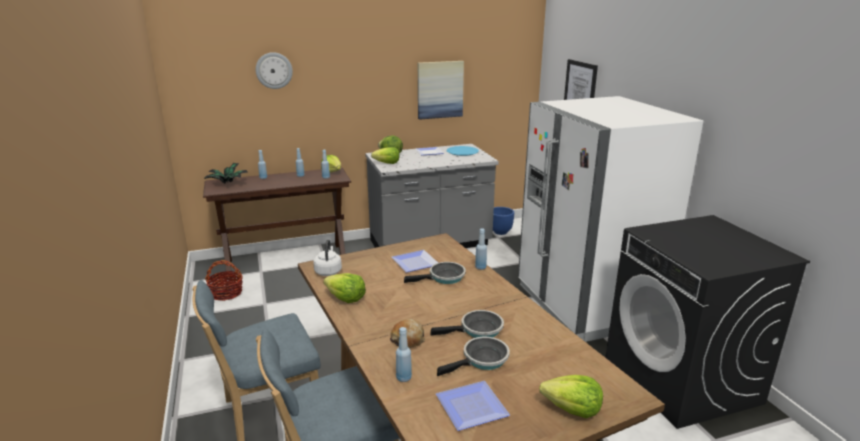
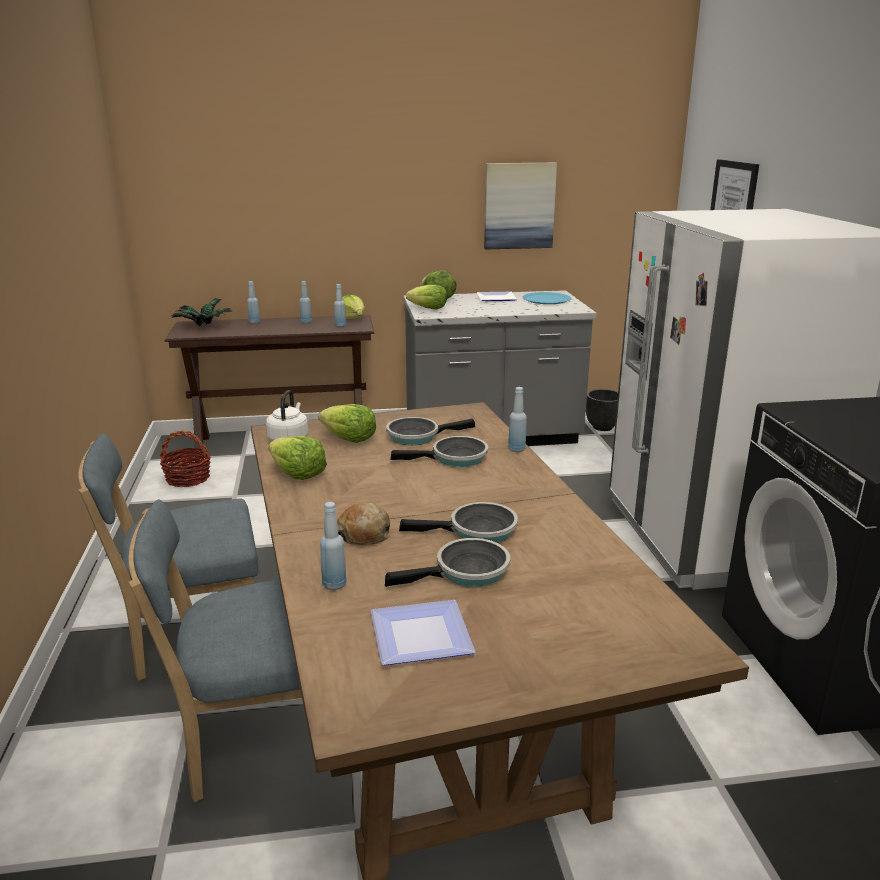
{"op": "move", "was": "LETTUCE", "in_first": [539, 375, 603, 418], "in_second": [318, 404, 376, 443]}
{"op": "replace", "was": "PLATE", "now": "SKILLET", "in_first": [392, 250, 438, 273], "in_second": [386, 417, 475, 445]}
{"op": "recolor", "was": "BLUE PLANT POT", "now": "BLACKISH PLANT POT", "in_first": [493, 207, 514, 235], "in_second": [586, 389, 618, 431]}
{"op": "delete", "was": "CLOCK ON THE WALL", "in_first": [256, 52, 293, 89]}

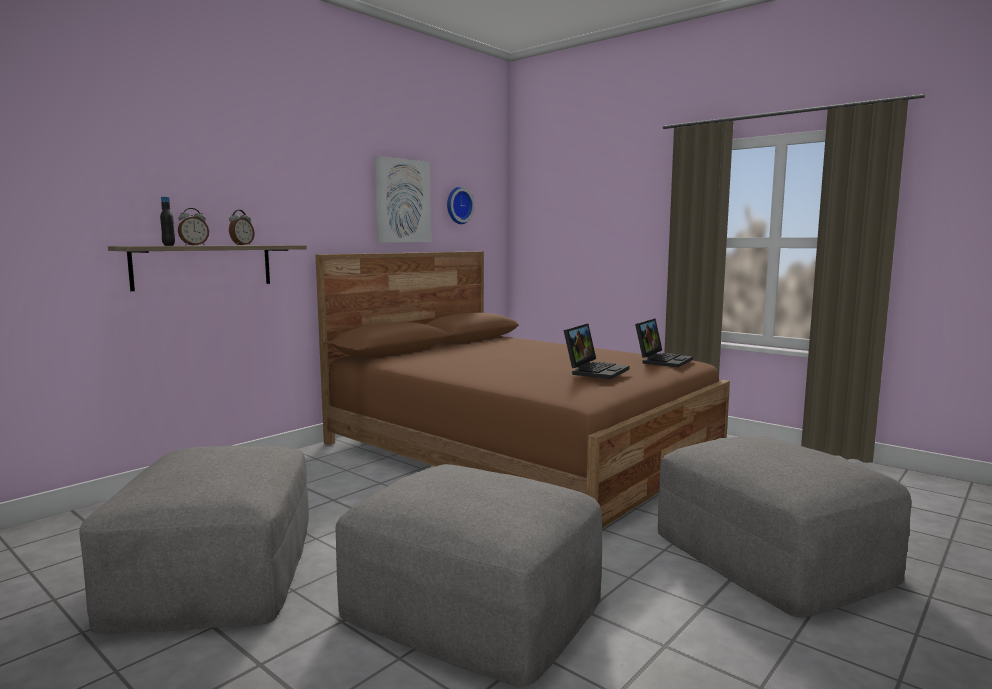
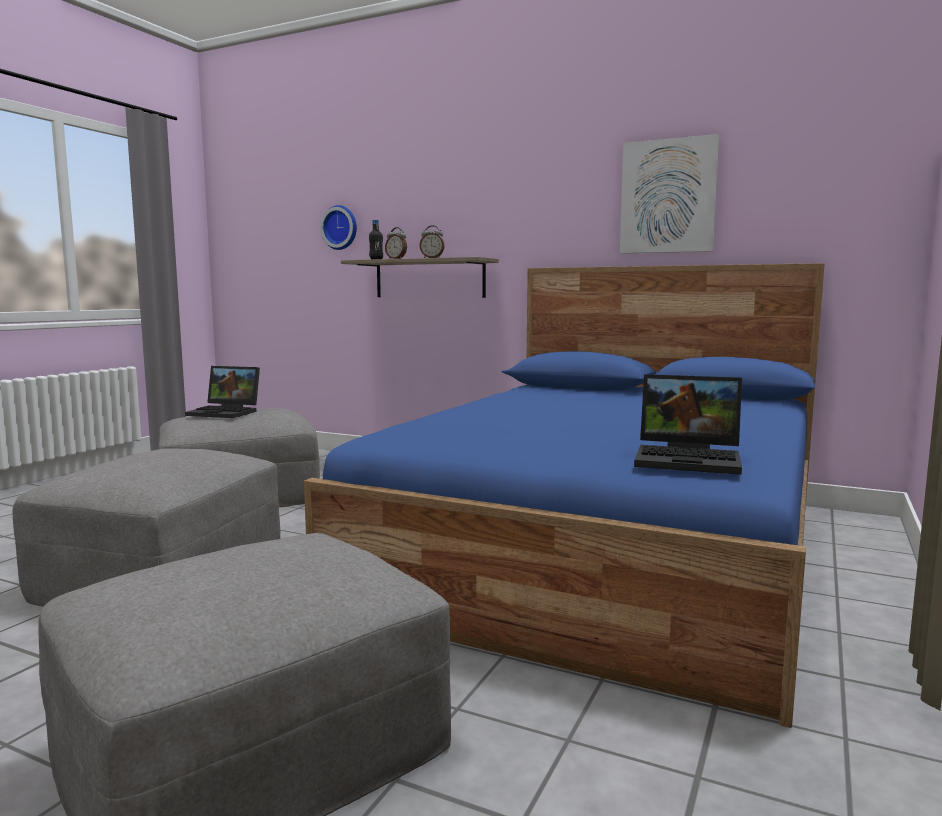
{"op": "move", "was": "LAPTOP", "in_first": [563, 323, 630, 379], "in_second": [185, 366, 260, 418]}
{"op": "recolor", "was": "BROWN-COLOURED SLEEPING BED", "now": "BLUE SLEEPING BED", "in_first": [316, 251, 730, 528], "in_second": [304, 263, 825, 728]}
{"op": "move", "was": "CLOCK ON THE WALL", "in_first": [447, 187, 475, 224], "in_second": [320, 205, 357, 250]}

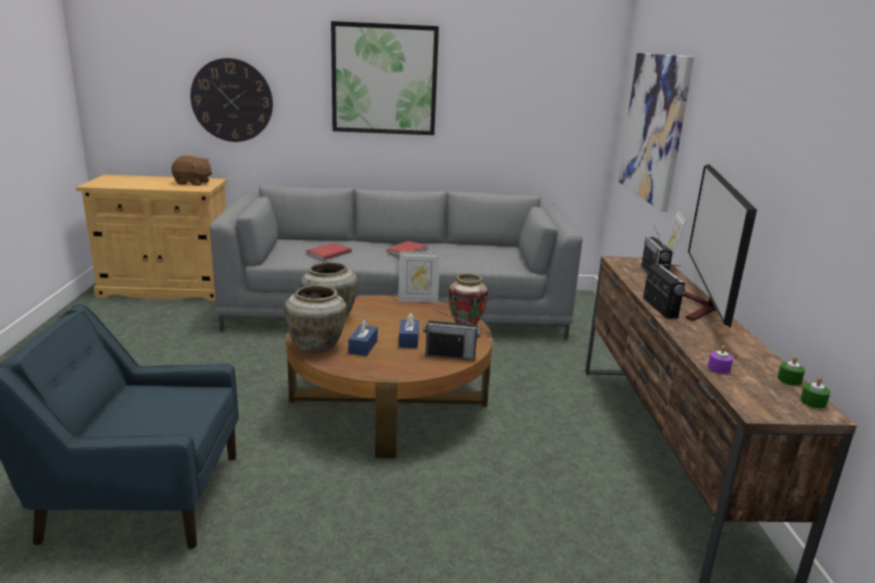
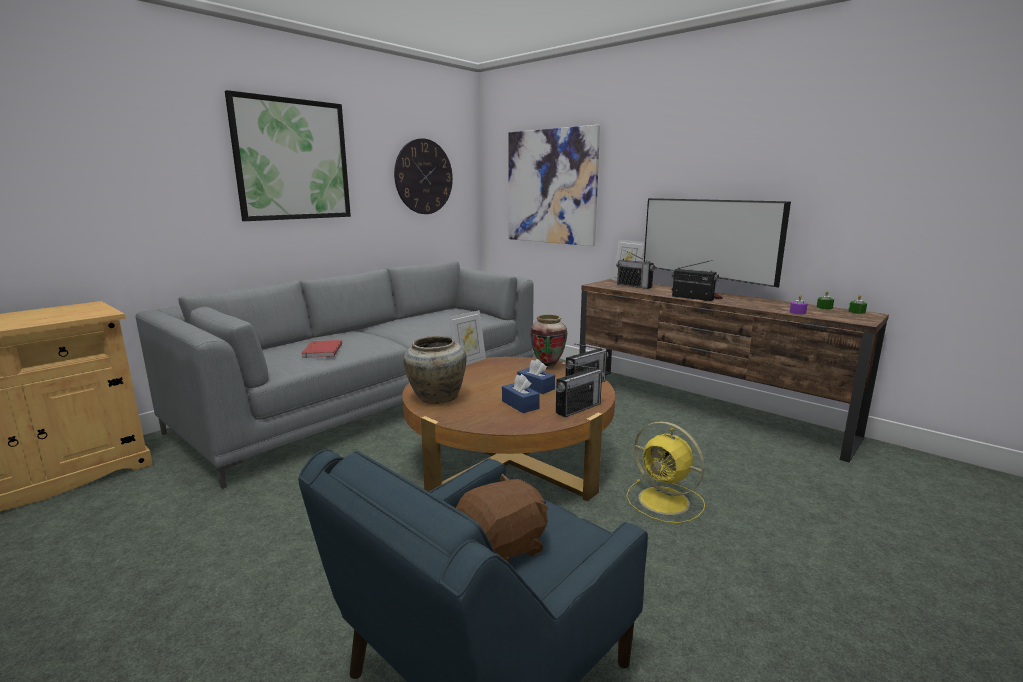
{"op": "move", "was": "CLOCK ON THE WALL", "in_first": [190, 58, 273, 142], "in_second": [394, 138, 453, 214]}
{"op": "move", "was": "BROWN-COLOURED PLUSH TOY", "in_first": [171, 156, 212, 186], "in_second": [456, 474, 548, 563]}
{"op": "insert", "now": "RADIO SET", "in_second": [556, 364, 604, 417]}
{"op": "insert", "now": "YELLOW-COLOURED COOLING FAN", "in_second": [626, 421, 705, 523]}
{"op": "delete", "was": "SAND-COLOURED VASE", "in_first": [284, 285, 347, 353]}
{"op": "delete", "was": "RED-COLOURED BOUND BOOK", "in_first": [387, 241, 428, 256]}

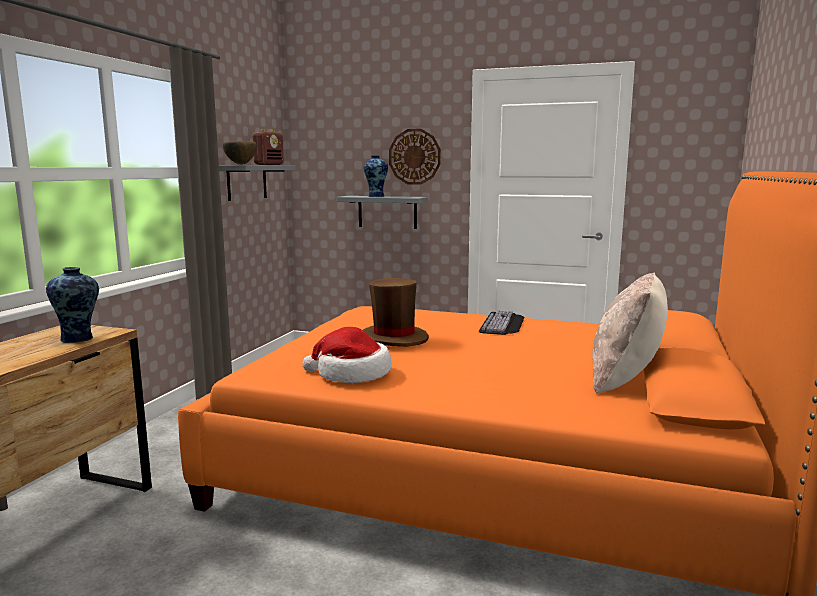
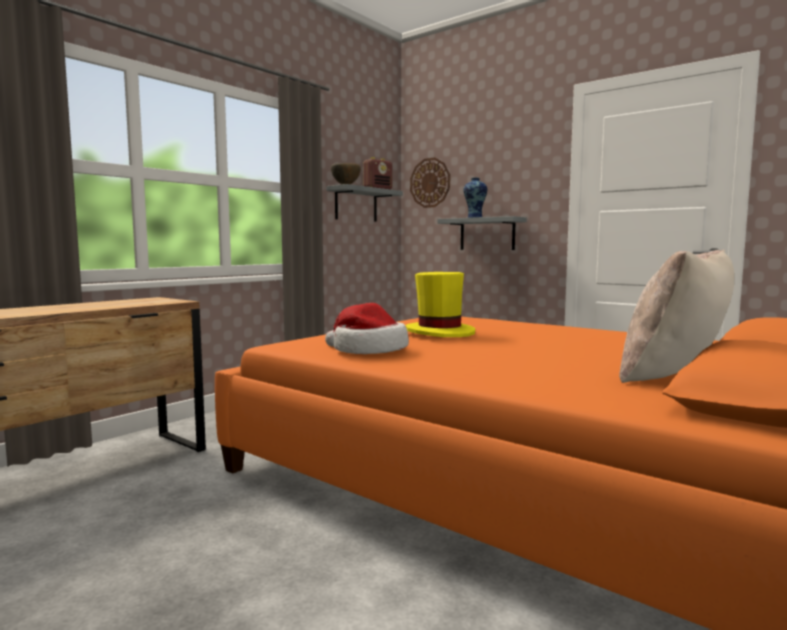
{"op": "recolor", "was": "BROWN-COLOURED WEARABLE HAT", "now": "YELLOW-COLOURED WEARABLE HAT", "in_first": [363, 278, 429, 347], "in_second": [405, 272, 475, 337]}
{"op": "move", "was": "CLOCK ON THE WALL", "in_first": [389, 129, 441, 185], "in_second": [410, 158, 450, 208]}
{"op": "delete", "was": "VASE", "in_first": [46, 267, 99, 343]}
{"op": "delete", "was": "COMPUTER KEYBOARD", "in_first": [479, 310, 524, 335]}

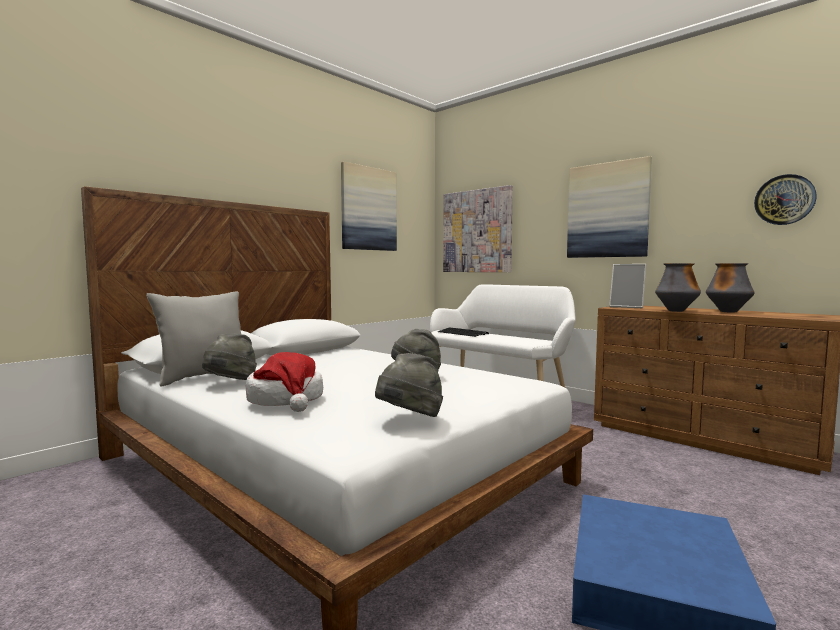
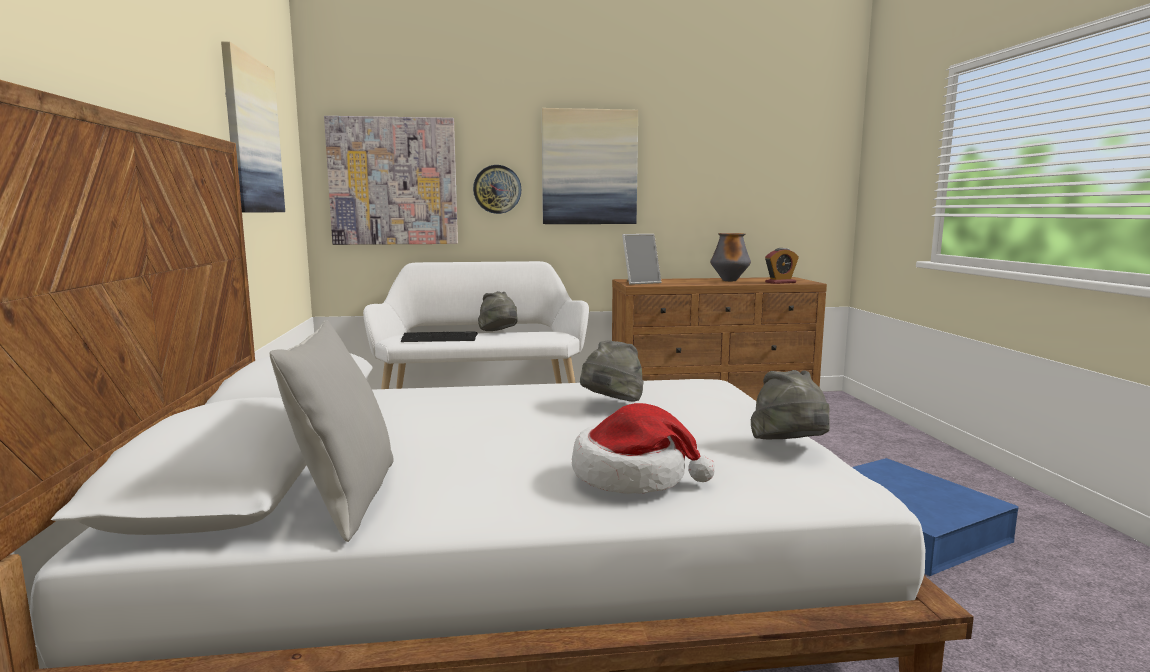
{"op": "move", "was": "CLOCK ON THE WALL", "in_first": [754, 174, 817, 225], "in_second": [473, 165, 521, 214]}
{"op": "move", "was": "GREY WEARABLE HAT", "in_first": [202, 333, 257, 380], "in_second": [478, 291, 518, 331]}
{"op": "insert", "now": "TABLE CLOCK", "in_second": [765, 248, 799, 284]}
{"op": "delete", "was": "VASE", "in_first": [655, 263, 701, 312]}

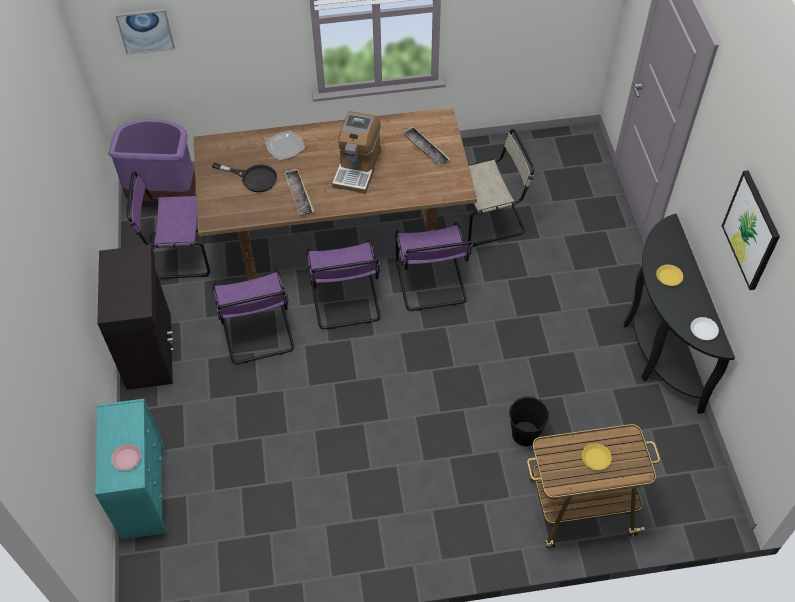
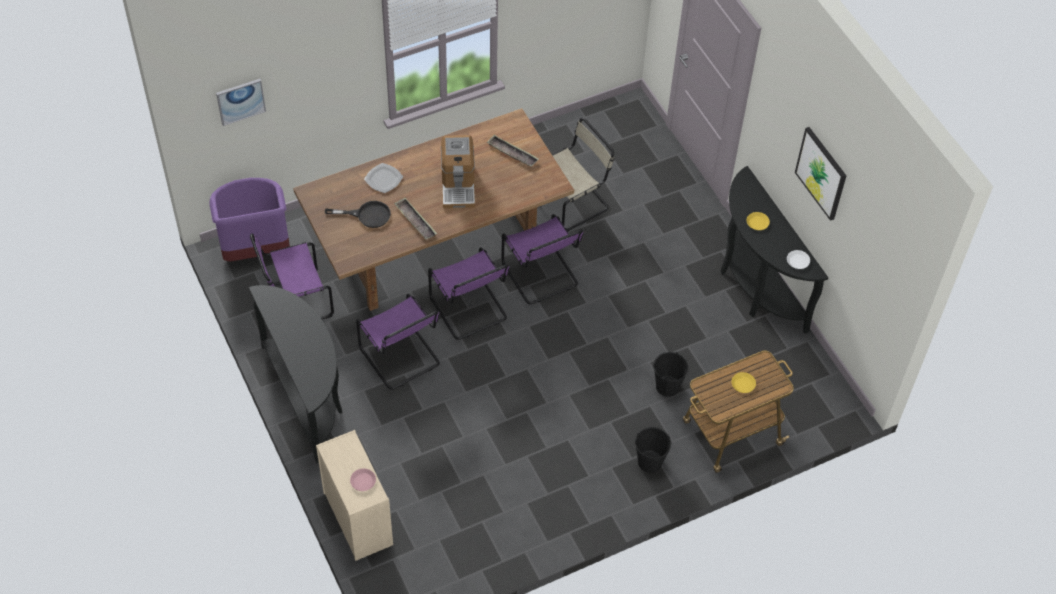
{"op": "replace", "was": "BLACKISH STORAGE CABINET", "now": "BLACKISH CONSOLE TABLE", "in_first": [97, 244, 176, 390], "in_second": [249, 285, 342, 463]}
{"op": "recolor", "was": "BLUE-GREEN DRAWER CHEST", "now": "SAND-COLOURED DRAWER CHEST", "in_first": [95, 399, 167, 540], "in_second": [316, 430, 393, 561]}
{"op": "insert", "now": "BLACKISH BUCKET", "in_second": [635, 427, 671, 473]}

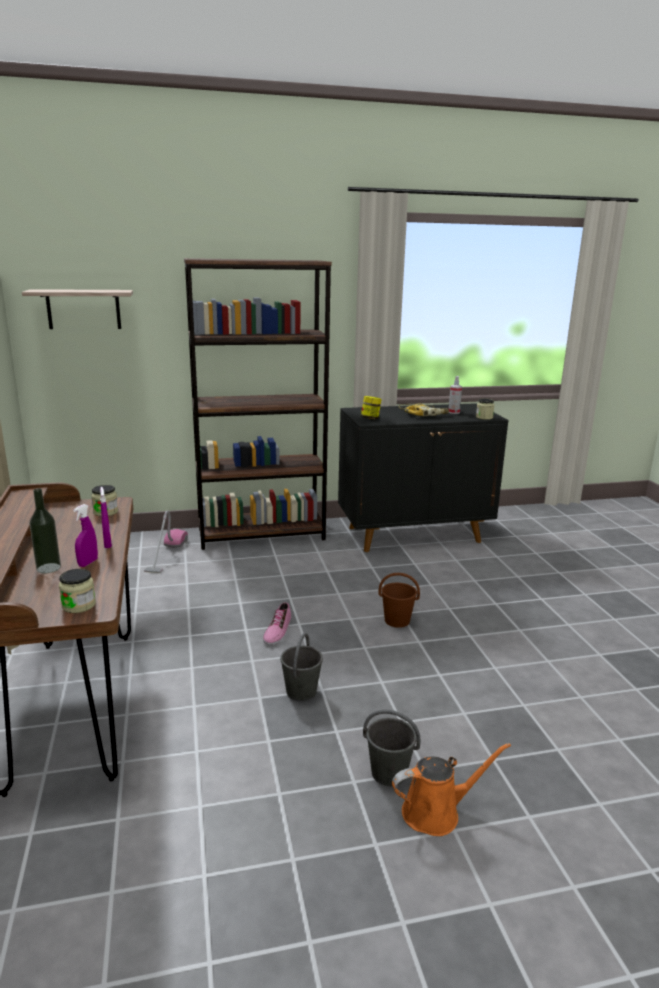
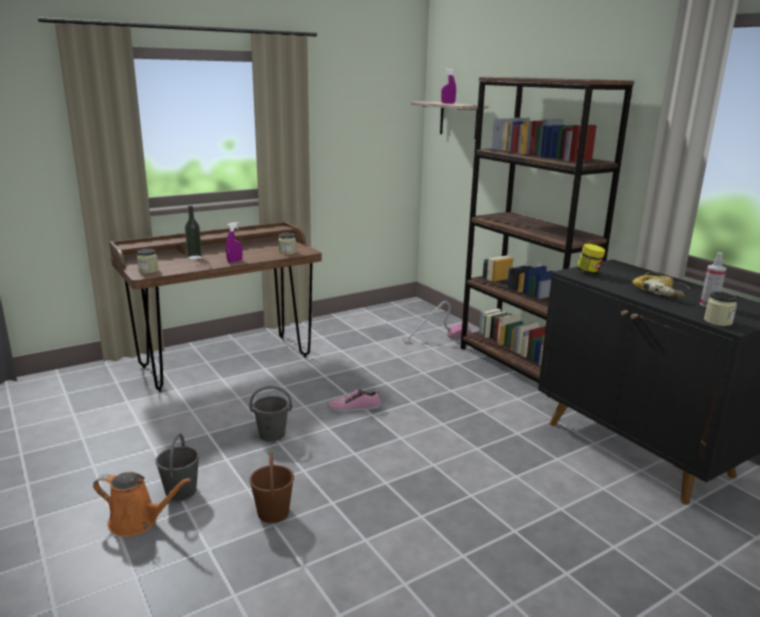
{"op": "rotate", "was": "ORANGEY SPRINKLING CAN", "in_first": [392, 743, 511, 836], "in_second": [93, 472, 191, 537], "clockwise": -45}
{"op": "move", "was": "BROWN-COLOURED BUCKET", "in_first": [378, 573, 420, 628], "in_second": [249, 452, 294, 523]}
{"op": "move", "was": "PURPLISH SPRAY BOTTLE", "in_first": [73, 504, 98, 567], "in_second": [441, 68, 456, 104]}

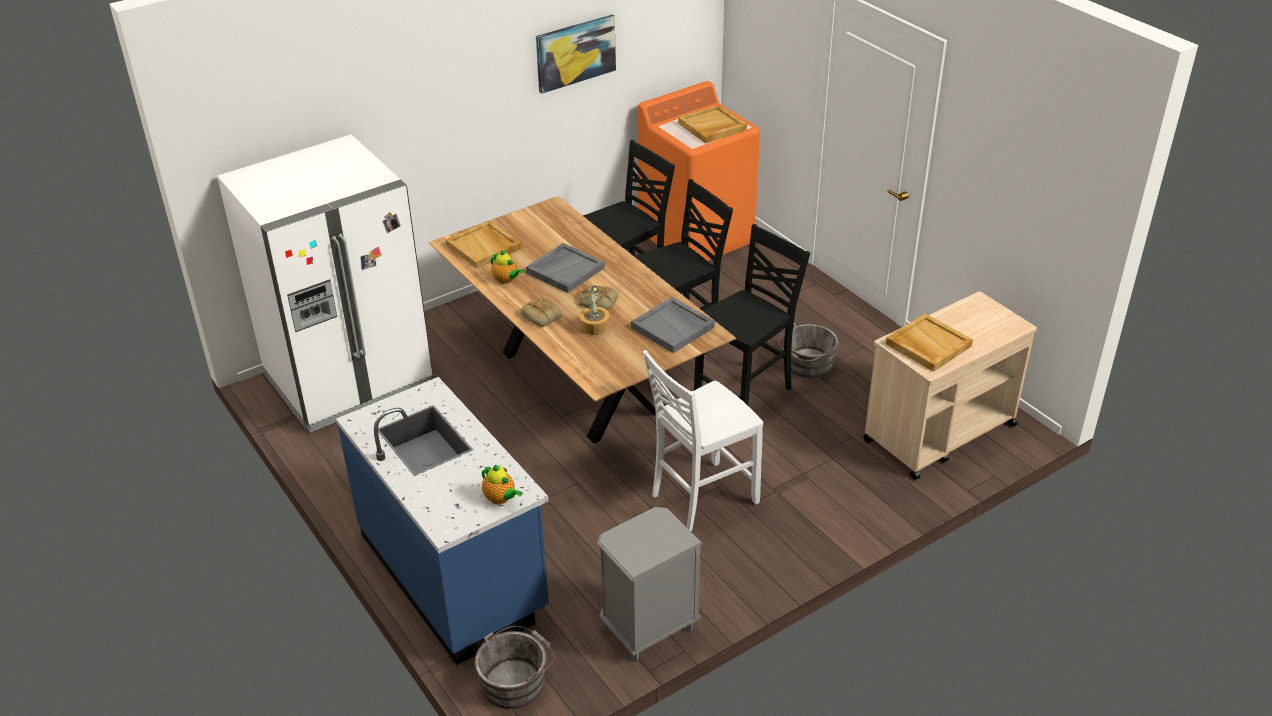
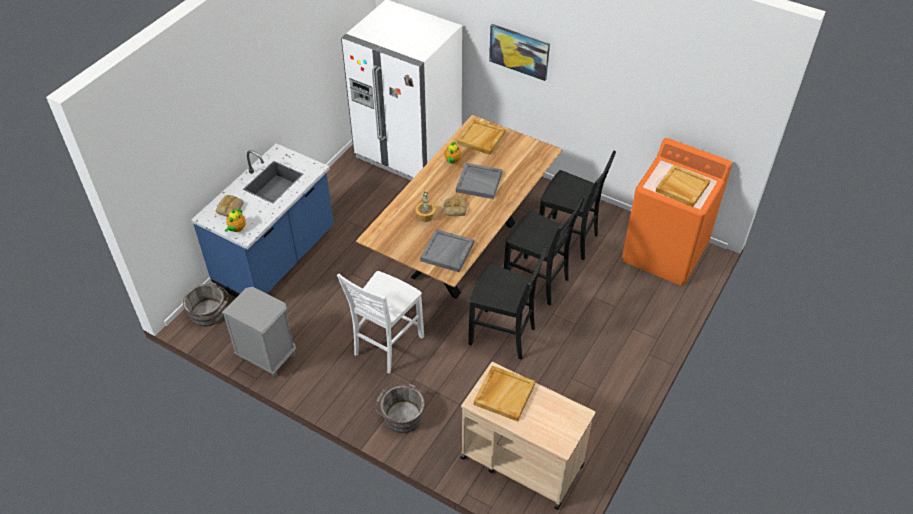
{"op": "move", "was": "BREAD", "in_first": [521, 298, 563, 327], "in_second": [216, 195, 243, 217]}
{"op": "rotate", "was": "WHITE PLAIN CHAIR", "in_first": [643, 350, 763, 531], "in_second": [337, 271, 424, 373], "clockwise": -90}
{"op": "move", "was": "GREY BUCKET", "in_first": [778, 323, 839, 378], "in_second": [376, 383, 425, 433]}
{"op": "move", "was": "WALL PICTURE", "in_first": [536, 14, 616, 94], "in_second": [489, 24, 550, 81]}

